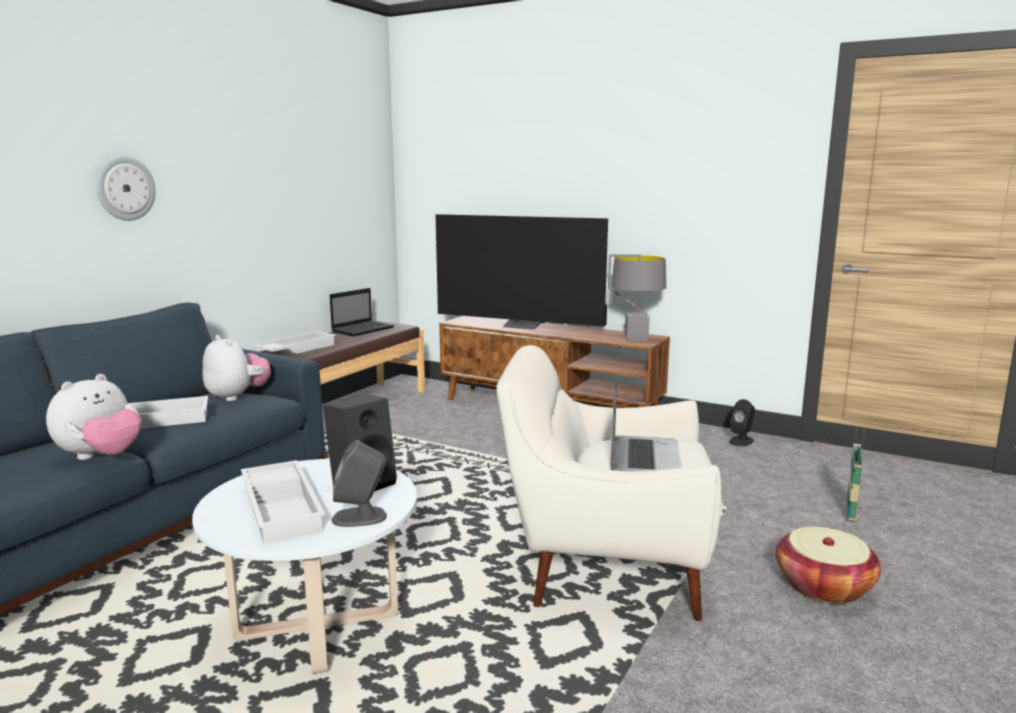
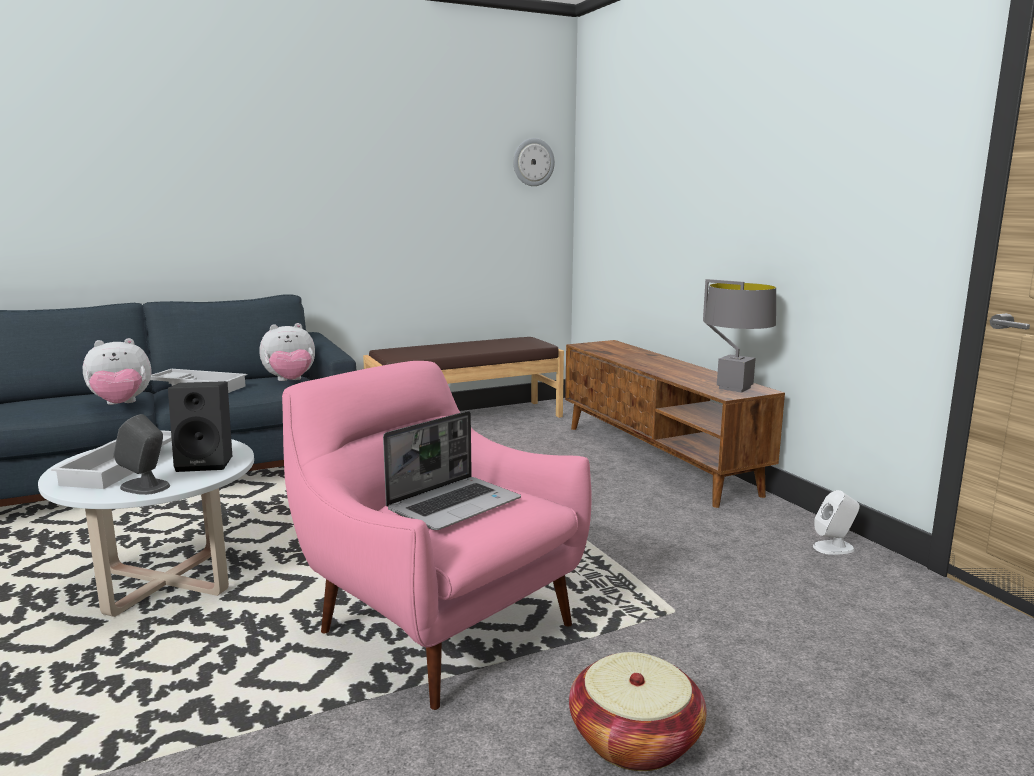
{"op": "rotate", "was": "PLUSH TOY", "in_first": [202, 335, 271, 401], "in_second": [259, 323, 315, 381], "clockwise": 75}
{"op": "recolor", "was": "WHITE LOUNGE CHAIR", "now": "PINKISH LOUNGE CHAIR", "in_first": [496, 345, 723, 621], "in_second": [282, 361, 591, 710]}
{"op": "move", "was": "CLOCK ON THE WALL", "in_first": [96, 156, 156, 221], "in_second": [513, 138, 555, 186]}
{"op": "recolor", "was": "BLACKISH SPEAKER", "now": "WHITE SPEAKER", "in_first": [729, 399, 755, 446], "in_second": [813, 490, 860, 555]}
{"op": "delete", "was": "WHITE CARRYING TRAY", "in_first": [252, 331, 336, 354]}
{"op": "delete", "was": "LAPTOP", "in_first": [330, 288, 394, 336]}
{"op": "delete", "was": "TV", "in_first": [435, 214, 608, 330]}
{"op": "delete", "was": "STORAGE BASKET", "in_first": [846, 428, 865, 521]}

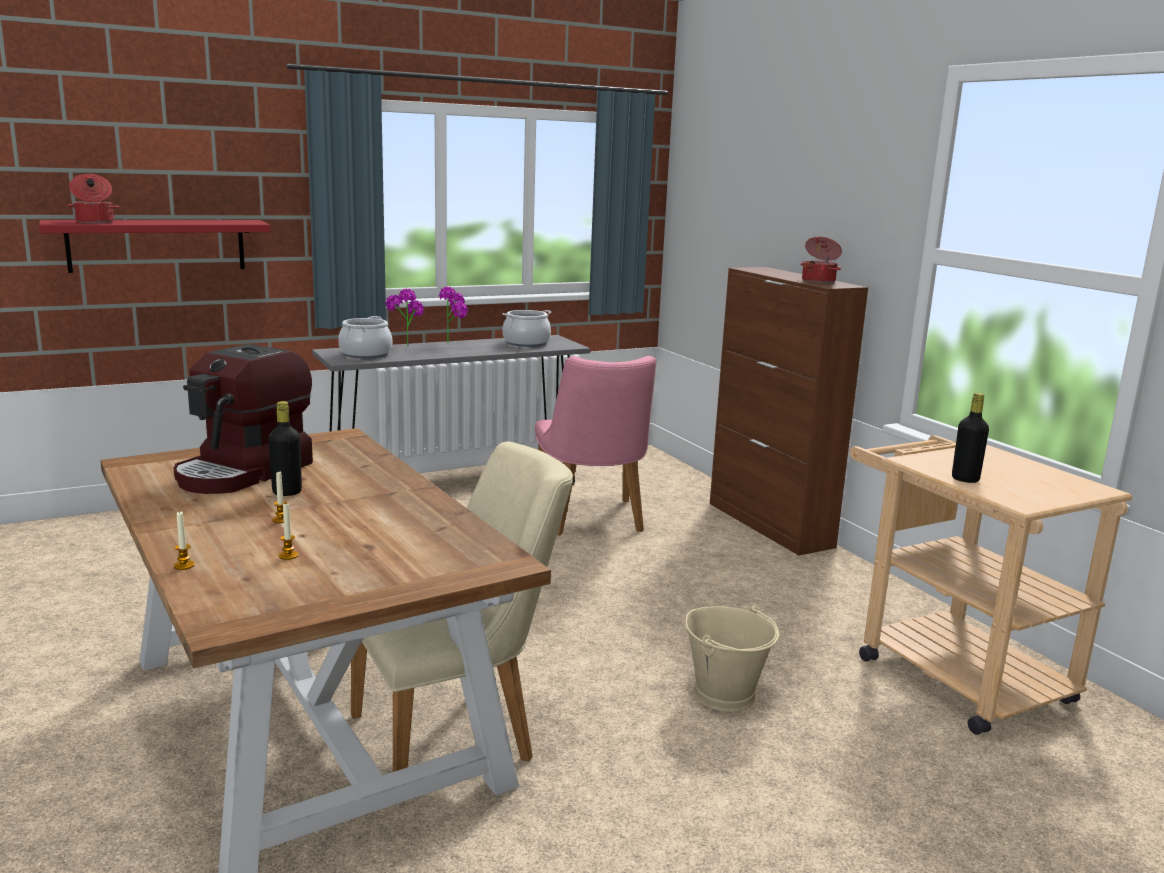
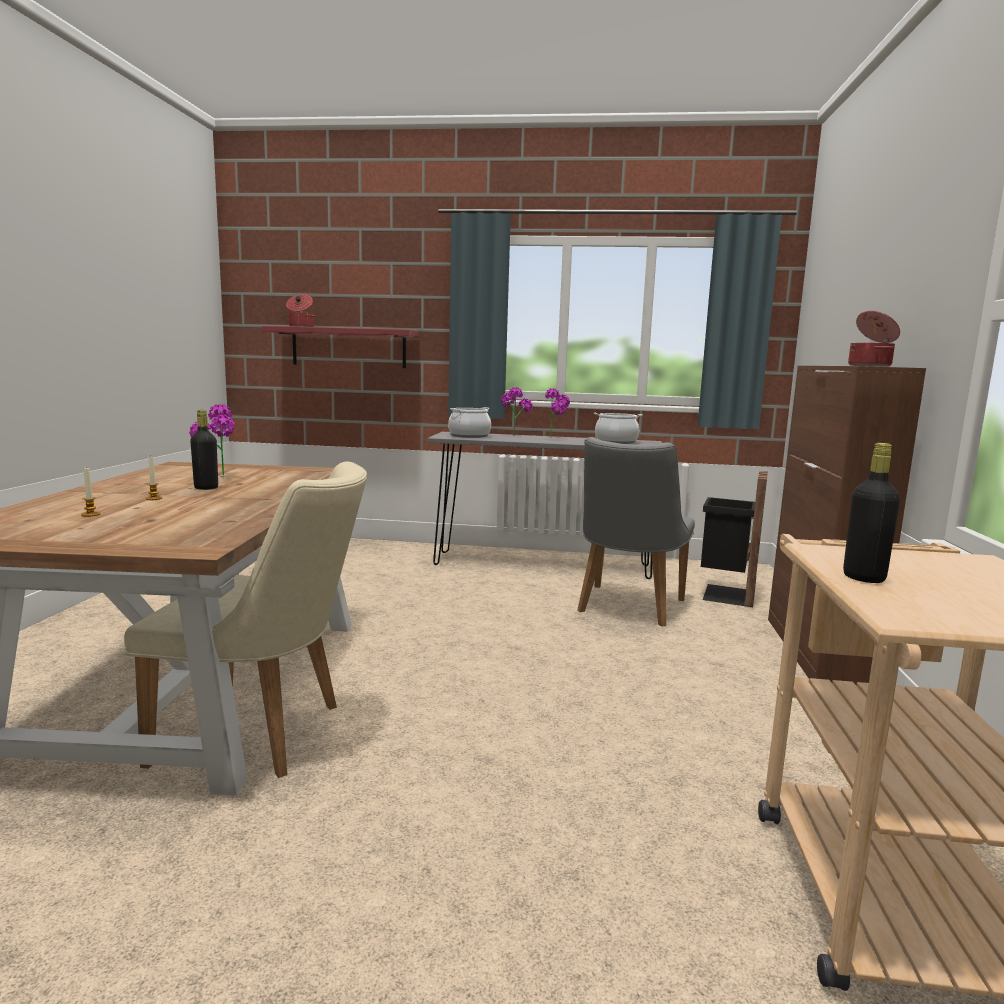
{"op": "replace", "was": "COFFEE MAKER", "now": "PLANT IN A POT", "in_first": [174, 344, 313, 494], "in_second": [189, 404, 235, 475]}
{"op": "recolor", "was": "PINKISH PLAIN CHAIR", "now": "GREY PLAIN CHAIR", "in_first": [535, 356, 656, 536], "in_second": [578, 437, 695, 627]}
{"op": "insert", "now": "BLACKISH TRASH CAN", "in_second": [701, 471, 768, 607]}
{"op": "delete", "was": "CANDLE", "in_first": [174, 511, 195, 570]}
{"op": "delete", "was": "SAND-COLOURED BUCKET", "in_first": [685, 603, 779, 712]}

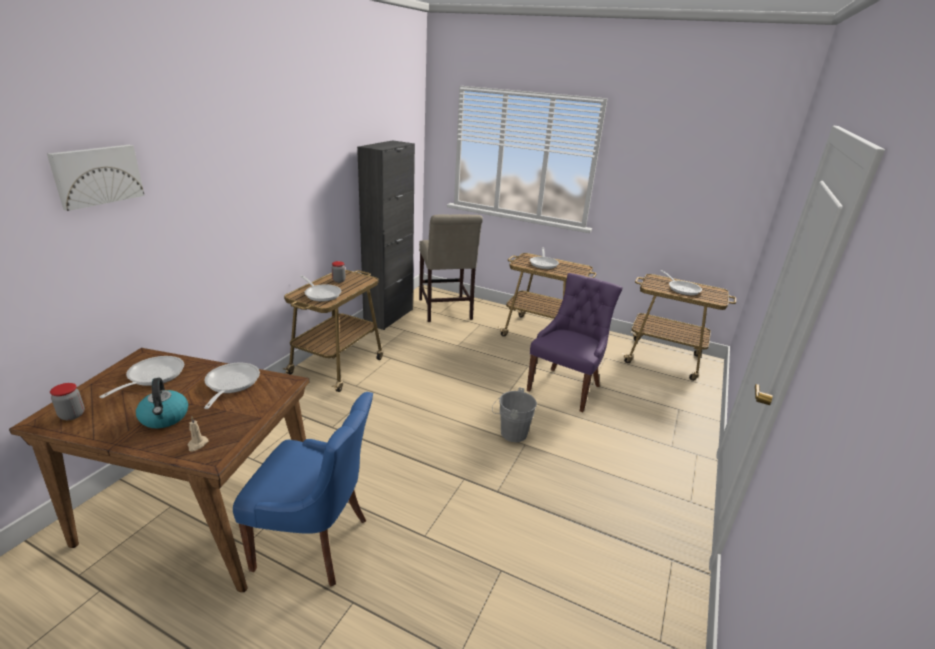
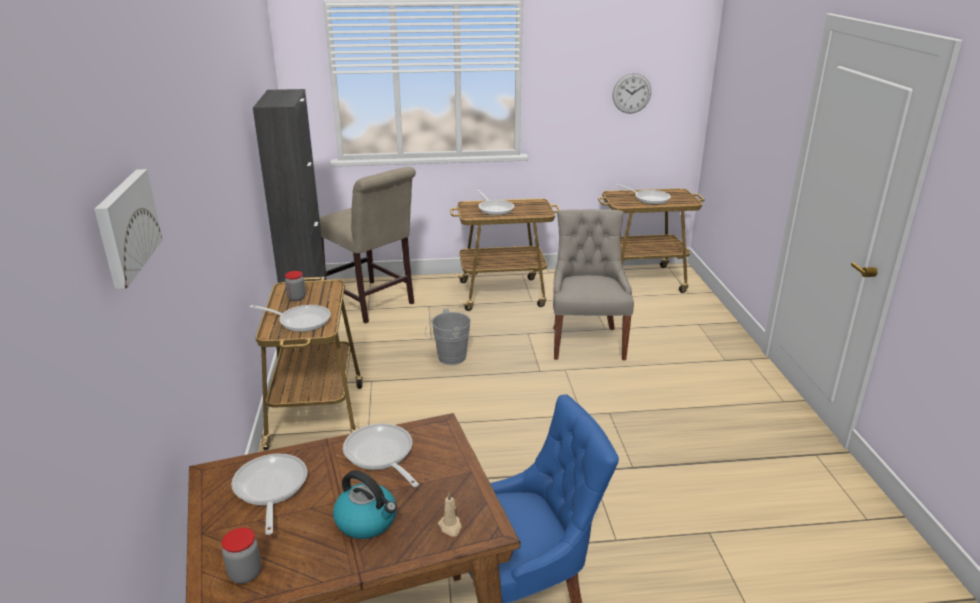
{"op": "move", "was": "GREY BUCKET", "in_first": [492, 388, 537, 442], "in_second": [425, 308, 471, 365]}
{"op": "recolor", "was": "PURPLISH PLAIN CHAIR", "now": "GREY PLAIN CHAIR", "in_first": [527, 273, 623, 413], "in_second": [553, 209, 634, 360]}
{"op": "insert", "now": "CLOCK ON THE WALL", "in_second": [612, 73, 651, 114]}

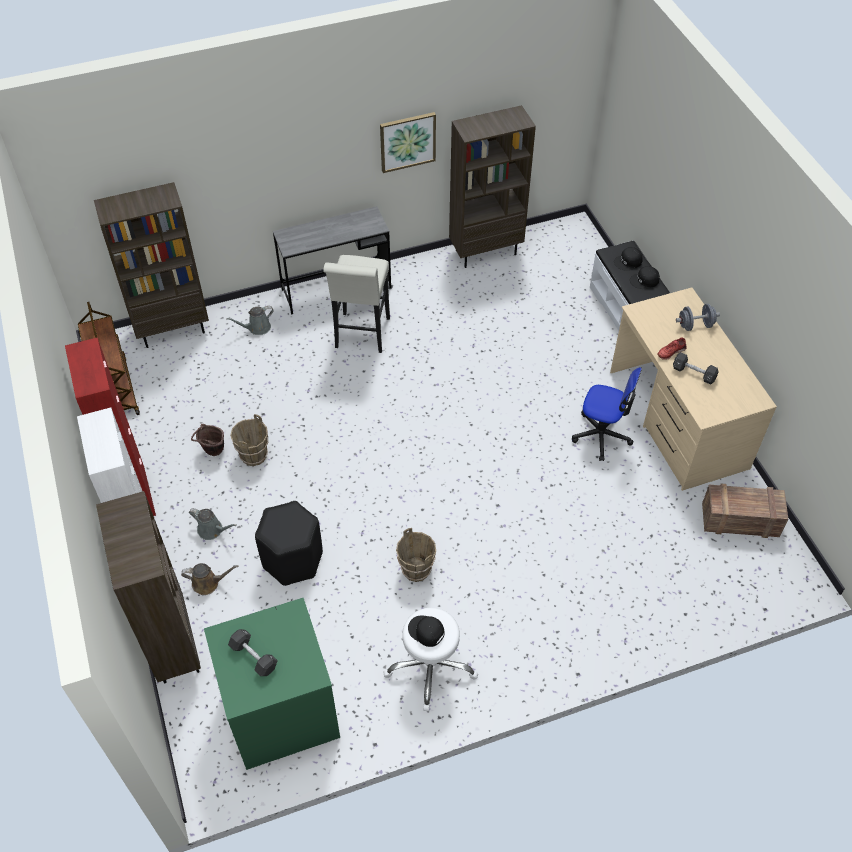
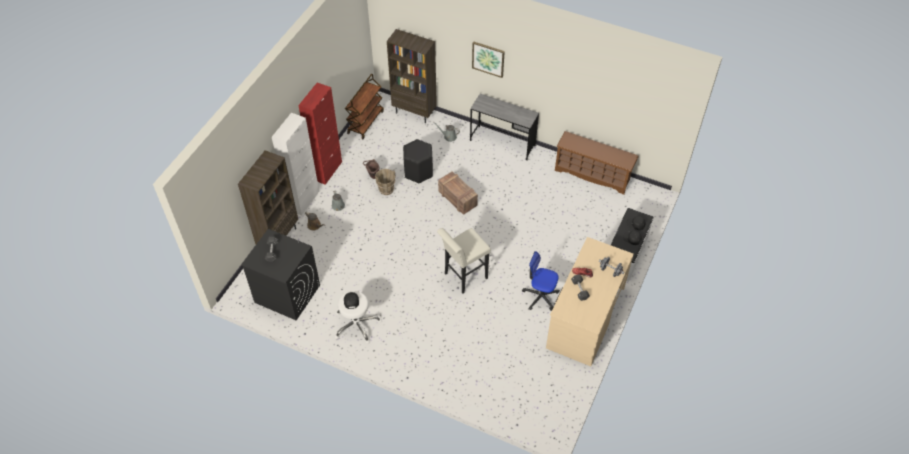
{"op": "recolor", "was": "GREEN LAUNDRY APPLIANCE", "now": "BLACKISH LAUNDRY APPLIANCE", "in_first": [204, 598, 340, 770], "in_second": [241, 229, 320, 320]}
{"op": "move", "was": "BLACKISH STOOL SEAT", "in_first": [255, 501, 323, 586], "in_second": [403, 139, 433, 183]}
{"op": "move", "was": "WHITE STOOL SEAT", "in_first": [323, 255, 390, 353], "in_second": [437, 228, 491, 294]}
{"op": "move", "was": "PACKING CRATE", "in_first": [702, 484, 788, 538], "in_second": [438, 171, 478, 215]}
{"op": "move", "was": "WALL PICTURE", "in_first": [380, 112, 436, 173], "in_second": [472, 41, 505, 78]}
{"op": "rotate", "was": "DESK CHAIR", "in_first": [572, 367, 642, 461], "in_second": [522, 251, 560, 311], "clockwise": 135}
{"op": "replace", "was": "BROWN-COLOURED BOOKSHELF", "now": "BROWN-COLOURED SHOE RACK", "in_first": [449, 105, 536, 268], "in_second": [555, 131, 639, 195]}
{"op": "delete", "was": "BROWN-COLOURED BUCKET", "in_first": [396, 528, 436, 582]}

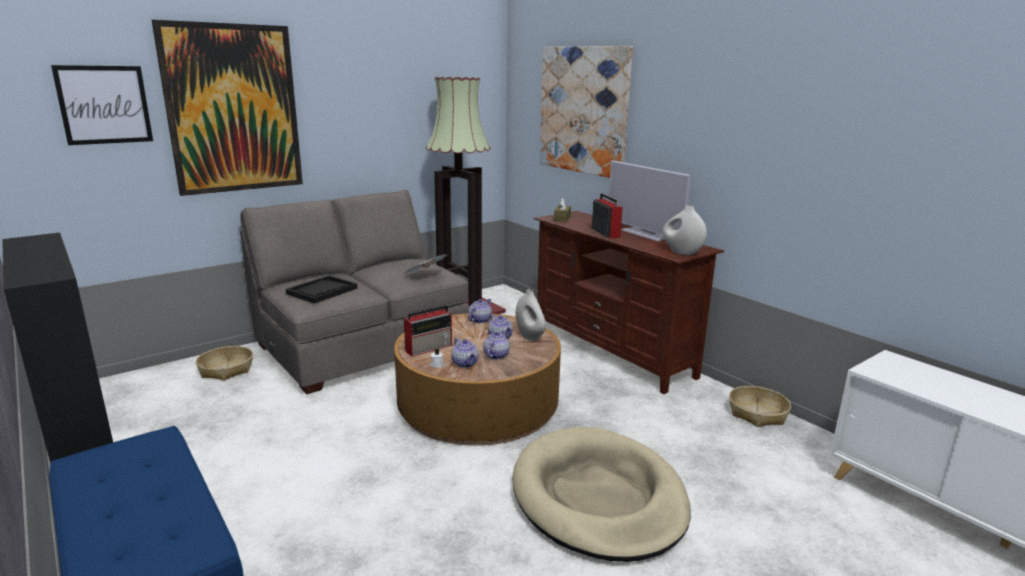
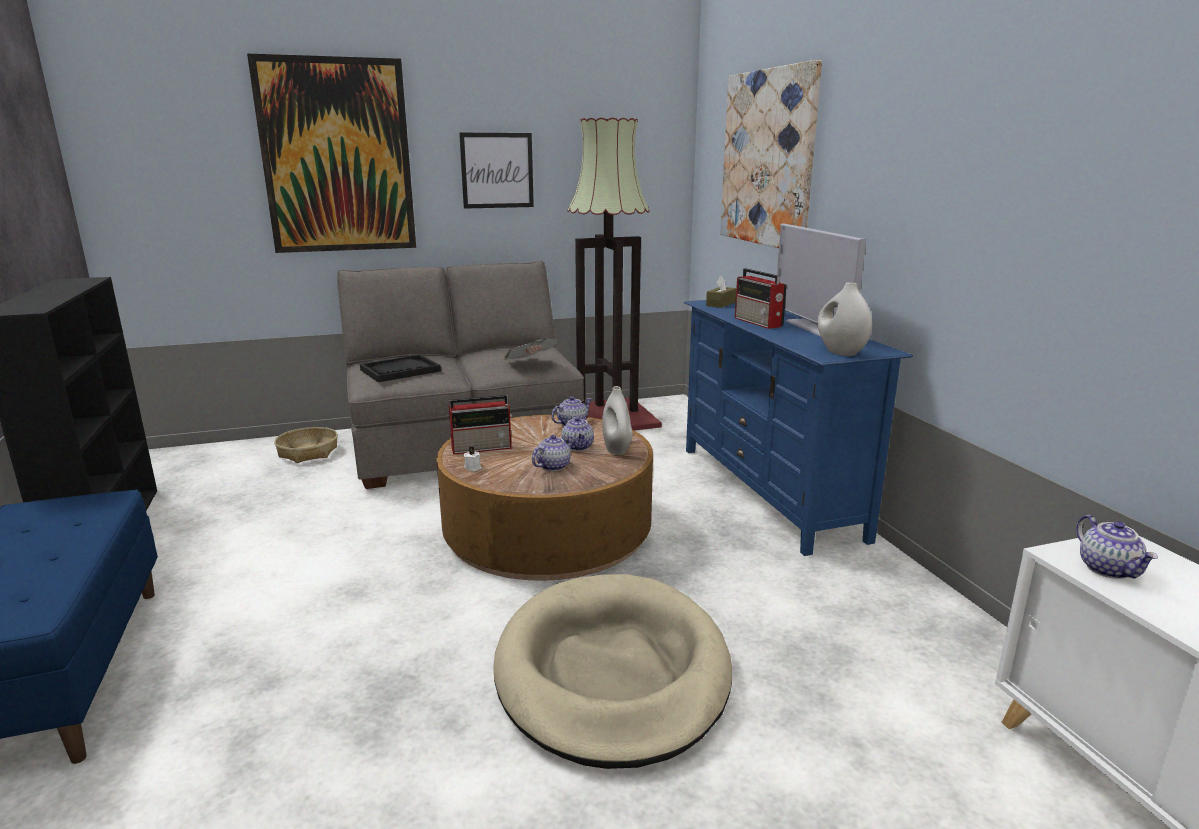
{"op": "move", "was": "WALL PICTURE", "in_first": [51, 65, 153, 145], "in_second": [459, 133, 534, 209]}
{"op": "recolor", "was": "BROWN-COLOURED TV STAND", "now": "BLUE TV STAND", "in_first": [533, 211, 724, 394], "in_second": [684, 300, 913, 556]}
{"op": "rotate", "was": "RADIO SET", "in_first": [592, 193, 623, 238], "in_second": [735, 268, 787, 329], "clockwise": 150}
{"op": "move", "was": "TEAPOT", "in_first": [451, 338, 479, 368], "in_second": [1076, 515, 1158, 579]}
{"op": "delete", "was": "STORAGE BASKET", "in_first": [729, 386, 791, 427]}

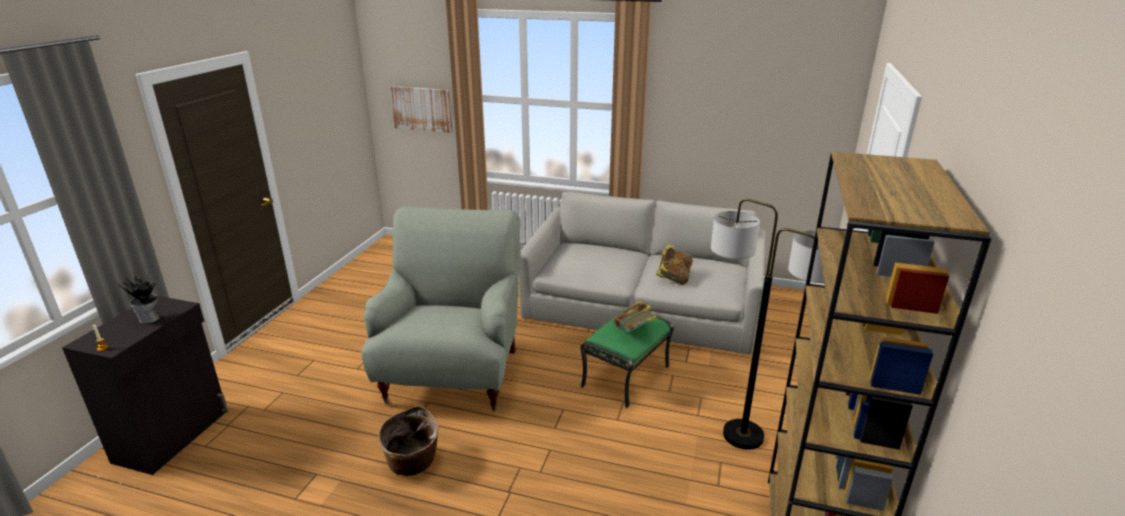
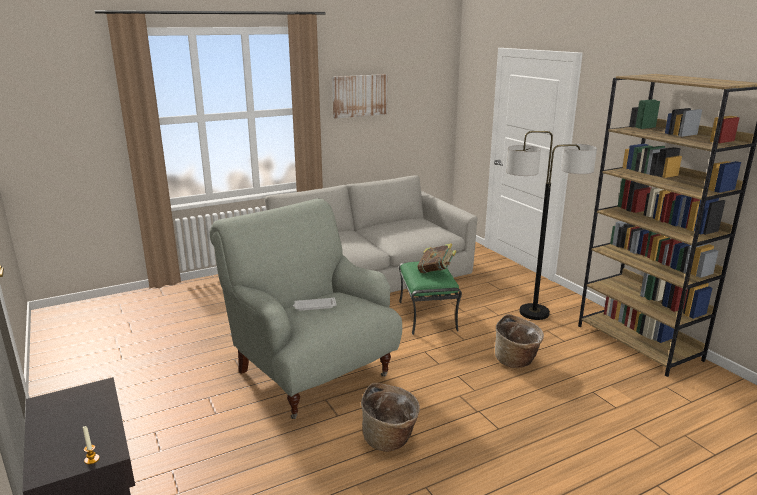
{"op": "insert", "now": "WHITE CARRYING TRAY", "in_second": [293, 297, 337, 311]}
{"op": "move", "was": "WALL PICTURE", "in_first": [390, 86, 452, 133], "in_second": [332, 74, 388, 118]}
{"op": "insert", "now": "STORAGE BASKET", "in_second": [495, 314, 544, 368]}
{"op": "delete", "was": "PLANT IN A POT", "in_first": [118, 271, 160, 324]}
{"op": "delete", "was": "BOUND BOOK", "in_first": [656, 244, 693, 285]}

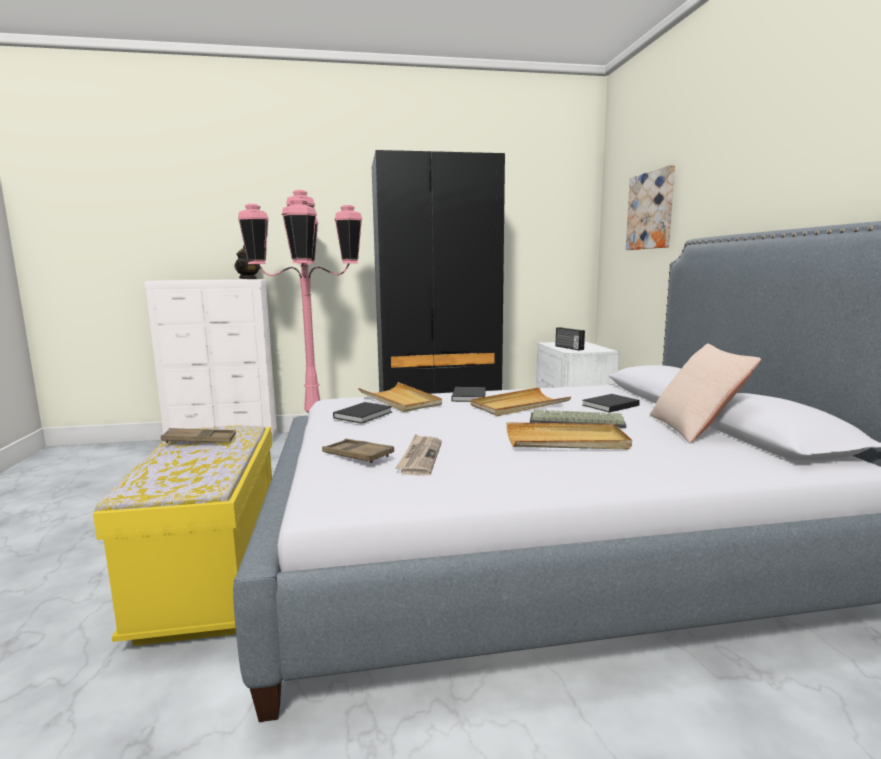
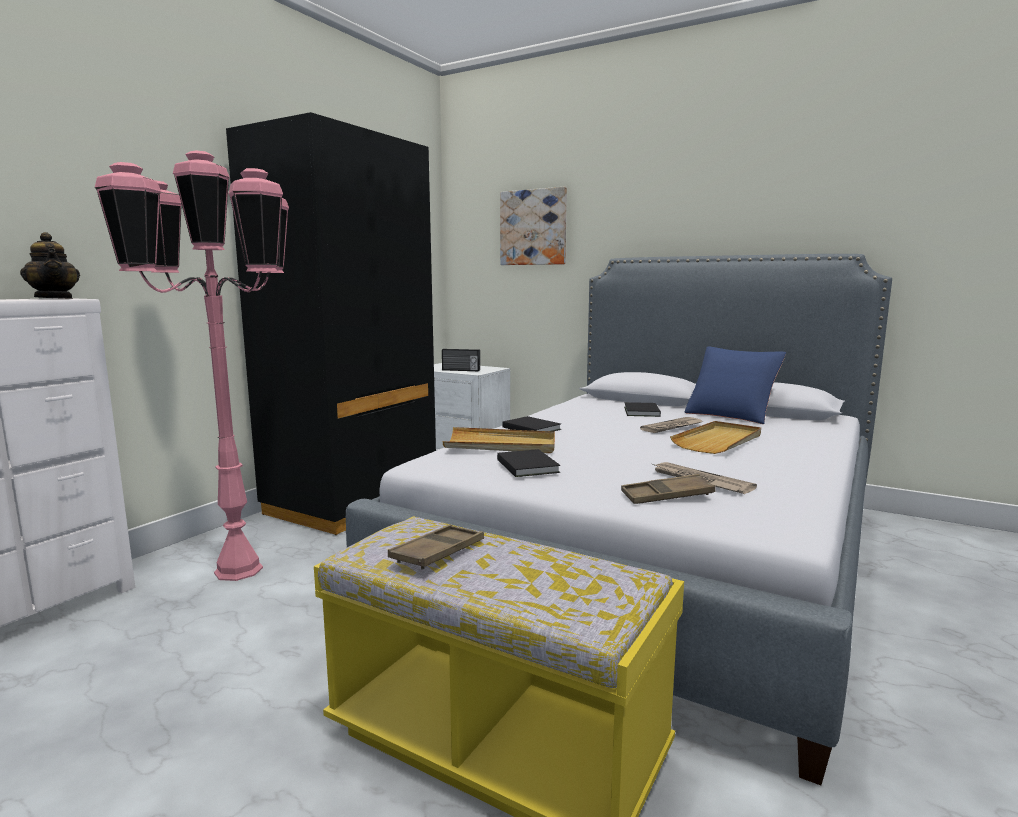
{"op": "replace", "was": "COMPUTER KEYBOARD", "now": "PRINTED PAPER", "in_first": [530, 410, 626, 428], "in_second": [640, 417, 703, 433]}
{"op": "recolor", "was": "SAND-COLOURED PILLOW", "now": "BLUE PILLOW", "in_first": [650, 343, 761, 443], "in_second": [685, 346, 786, 424]}
{"op": "delete", "was": "SAND-COLOURED CARRYING TRAY", "in_first": [471, 387, 571, 416]}

